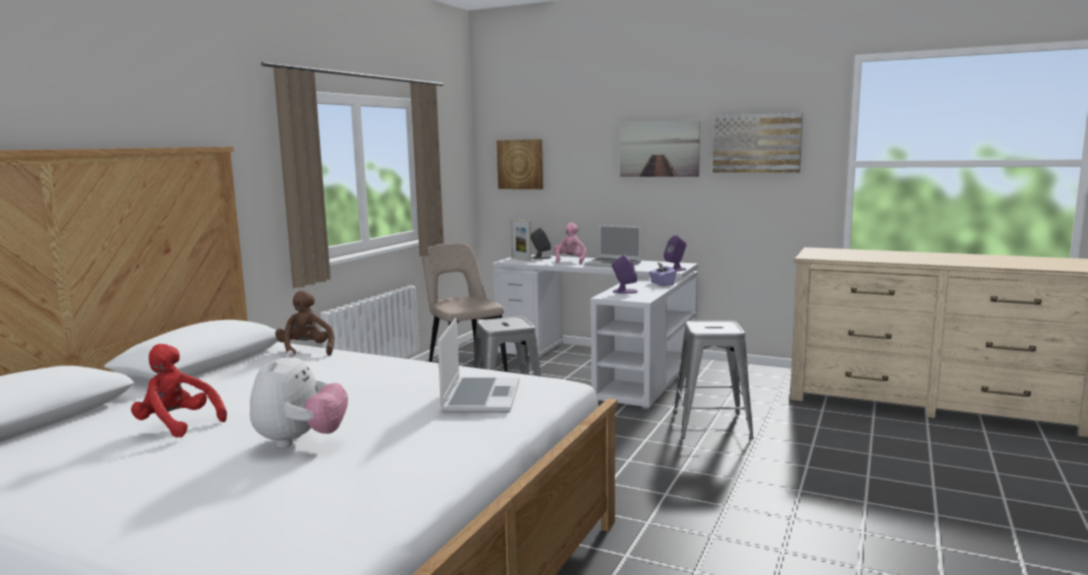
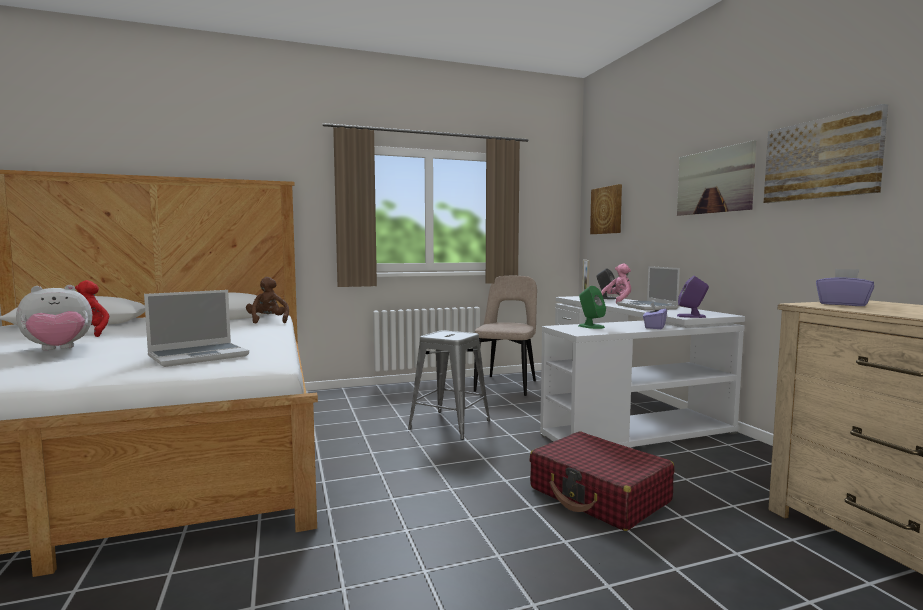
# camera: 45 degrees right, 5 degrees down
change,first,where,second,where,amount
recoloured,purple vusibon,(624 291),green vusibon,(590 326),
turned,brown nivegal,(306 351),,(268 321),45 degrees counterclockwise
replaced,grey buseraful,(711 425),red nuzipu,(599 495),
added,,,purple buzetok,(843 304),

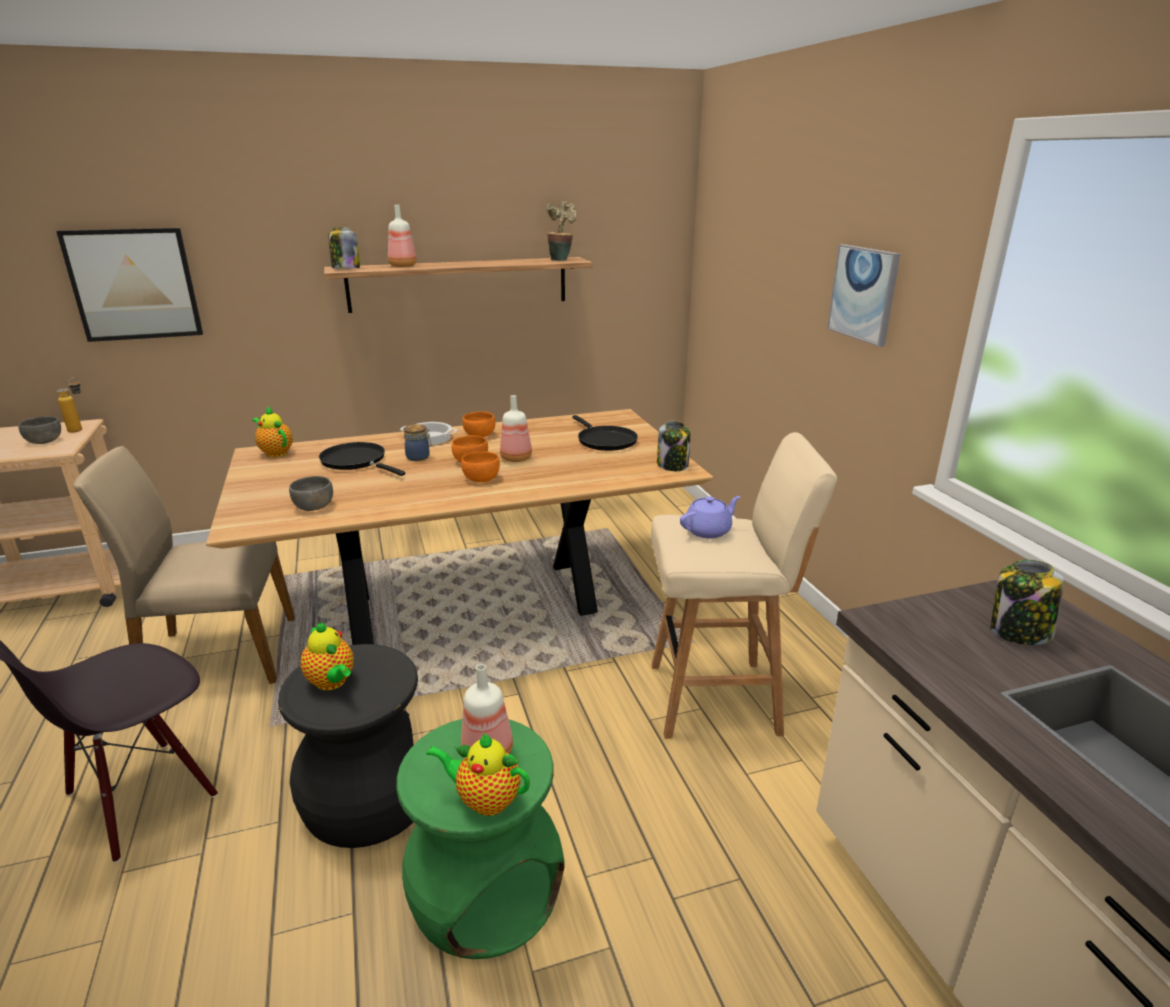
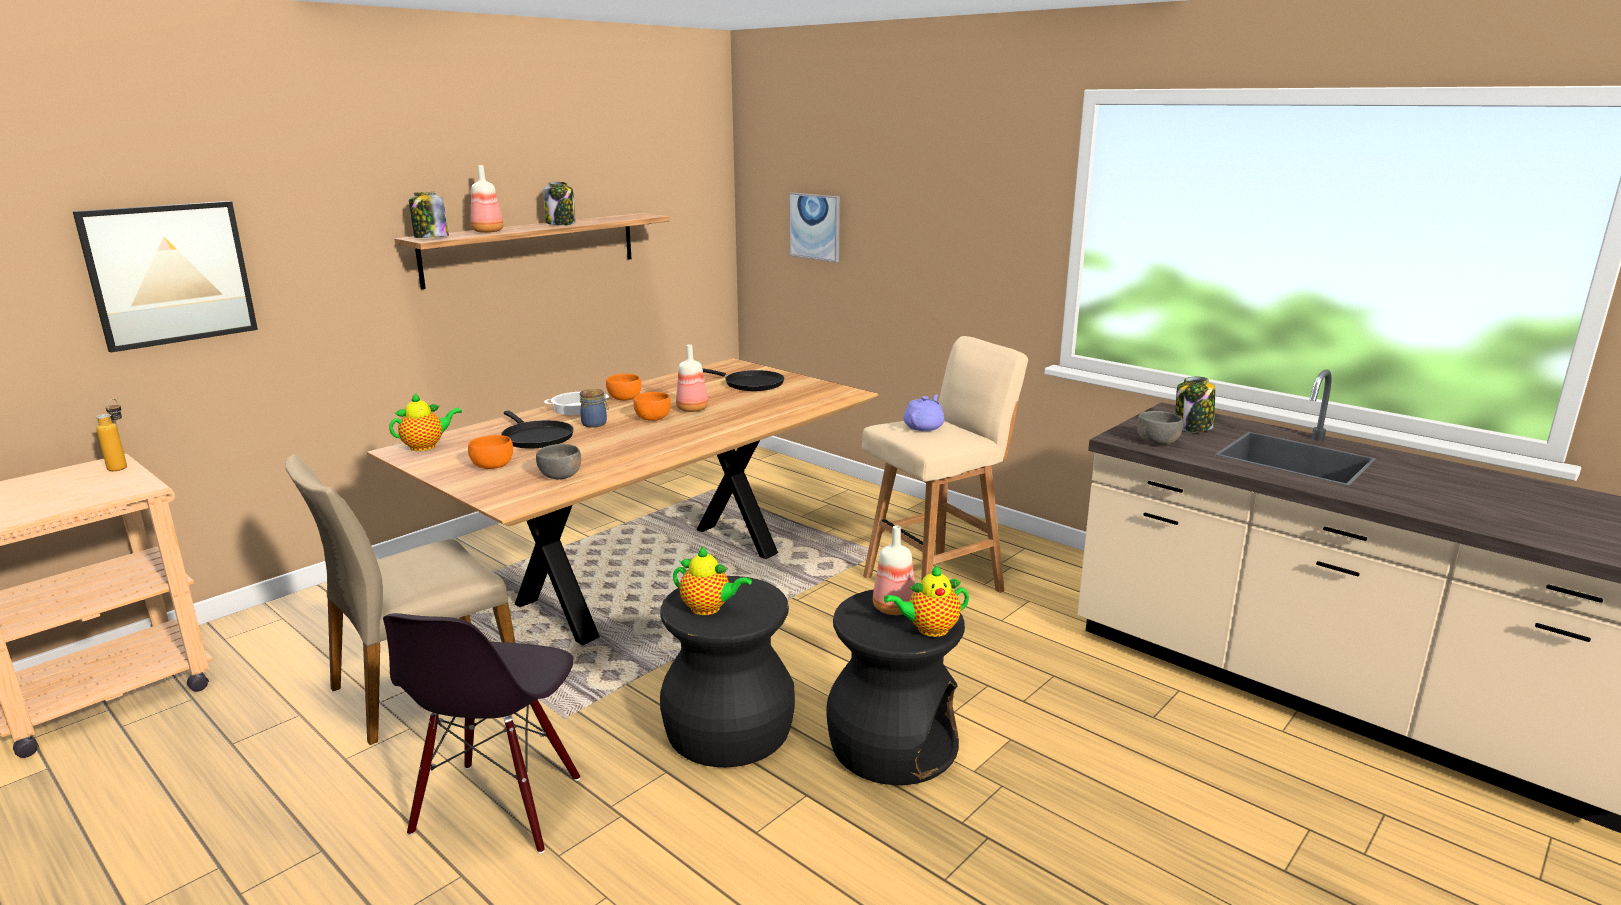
# camera: 30 degrees left, 5 degrees down
change,first,where,second,where,amount
removed,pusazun,(561 259),,,
moved,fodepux,(863 293),,(815 226),
turned,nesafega,(275 452),,(426 446),135 degrees clockwise
moved,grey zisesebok,(44 441),,(1156 441),
moved,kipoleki,(673 465),,(561 223),
turned,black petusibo,(356 461),,(535 437),135 degrees counterclockwise
moved,orange zisesebok,(481 478),,(492 465),
recoloured,green buseraful,(485 890),black buseraful,(892 745),

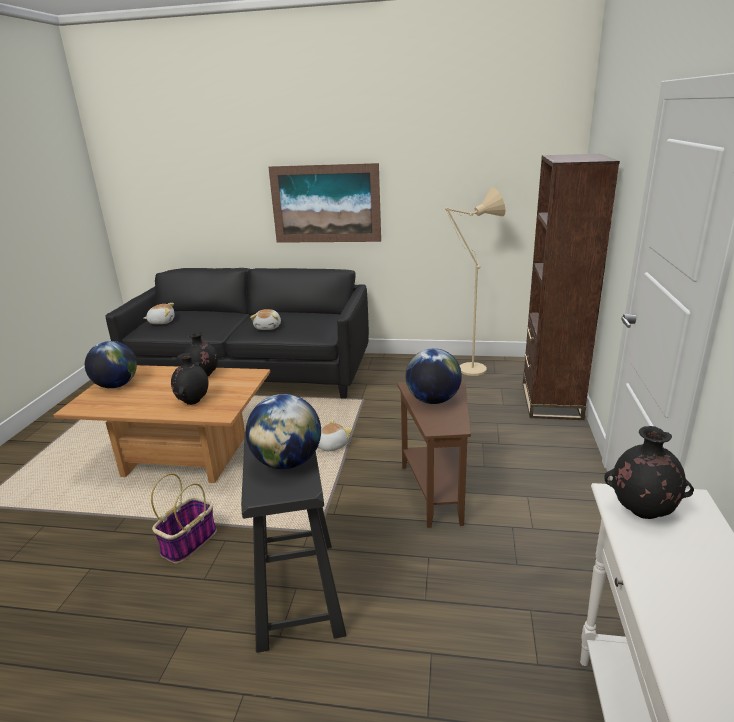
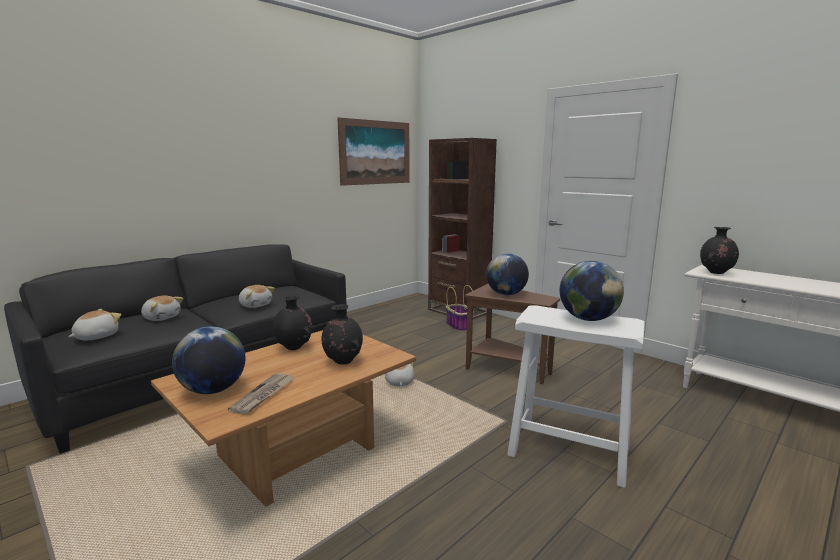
# camera: 55 degrees left, 10 degrees down
change,first,where,second,where,amount
moved,fodepux,(325 204),,(375 152),
removed,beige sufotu,(467 371),,,
recoloured,black buseraful,(297 593),white buseraful,(570 451),
moved,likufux,(189 541),,(458 326),
added,,,nivegal,(162 317),
added,,,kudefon,(263 395),

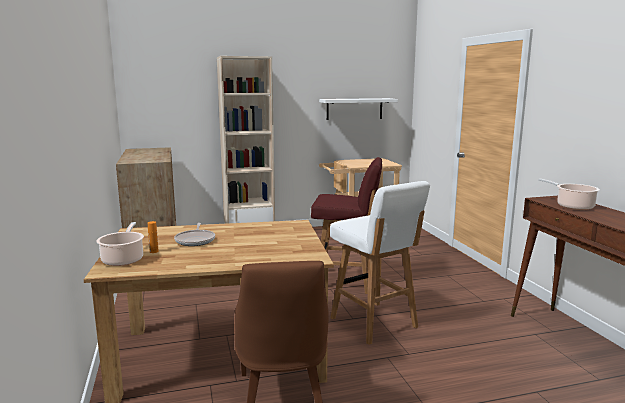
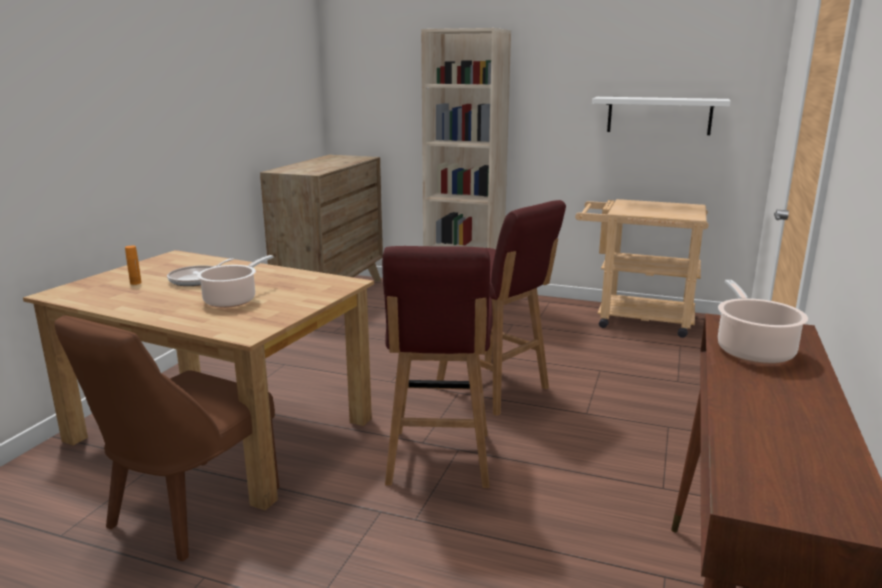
# camera: 35 degrees right, 5 degrees up
change,first,where,second,where,amount
recoloured,white buseraful,(374 323),red buseraful,(438 460),
moved,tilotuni,(123 259),,(233 300),

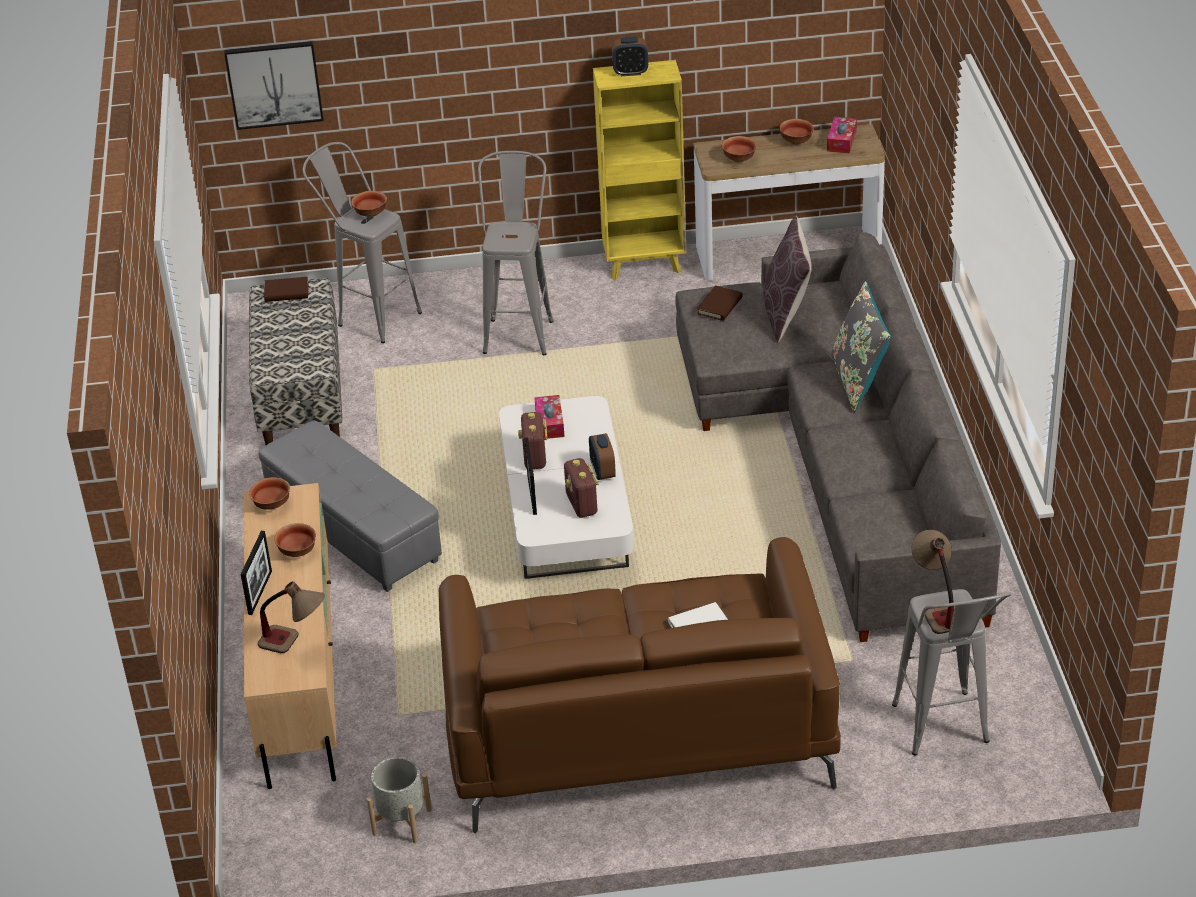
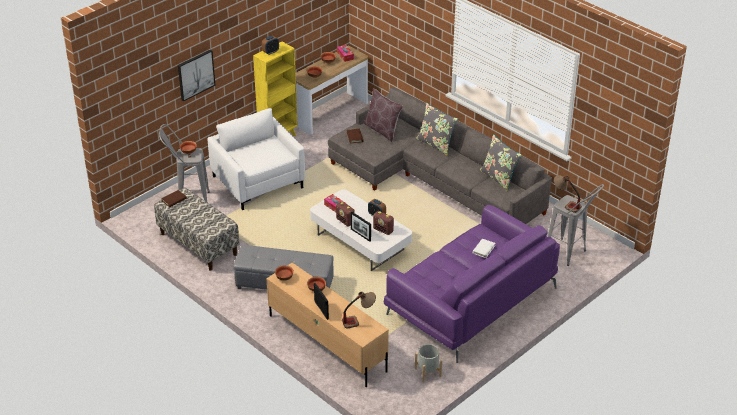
# camera: 40 degrees left, 0 degrees up
change,first,where,second,where,amount
moved,fodepux,(274 84),,(195 74),
replaced,grey buseraful,(520 329),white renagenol,(258 182),
recoloured,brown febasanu,(636 728),purple febasanu,(470 302),
added,,,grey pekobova,(499 178),

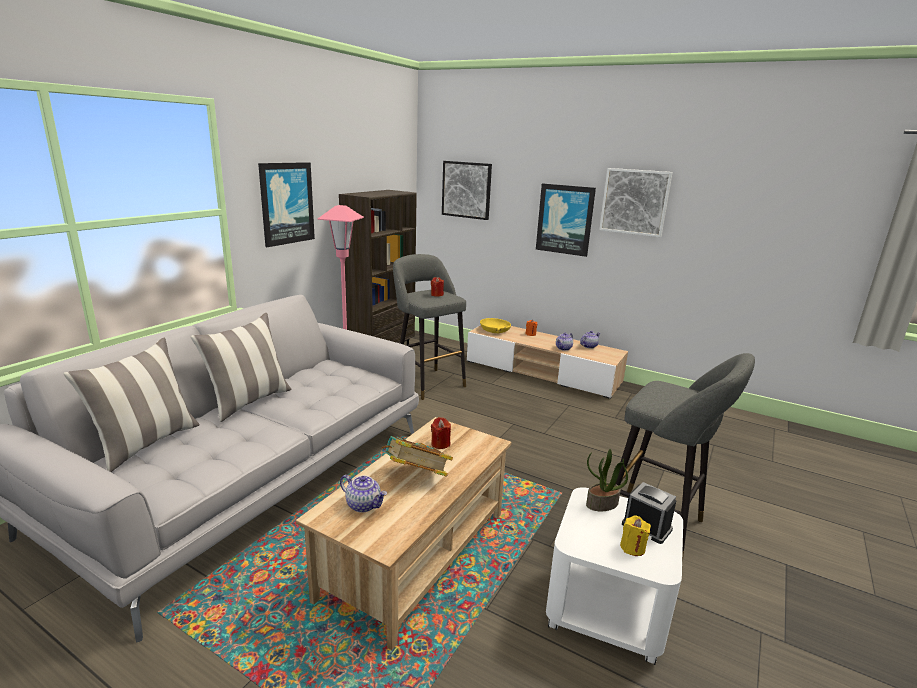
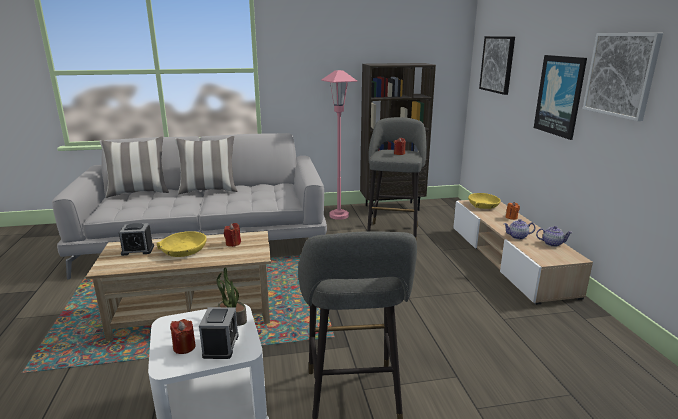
# camera: 50 degrees right, 0 degrees up
change,first,where,second,where,amount
removed,fodepux,(286 203),,,
replaced,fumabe,(415 476),yellow zisesebok,(184 251),
replaced,nesafega,(364 505),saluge,(137 250),
recoloured,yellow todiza,(632 547),red todiza,(184 347),

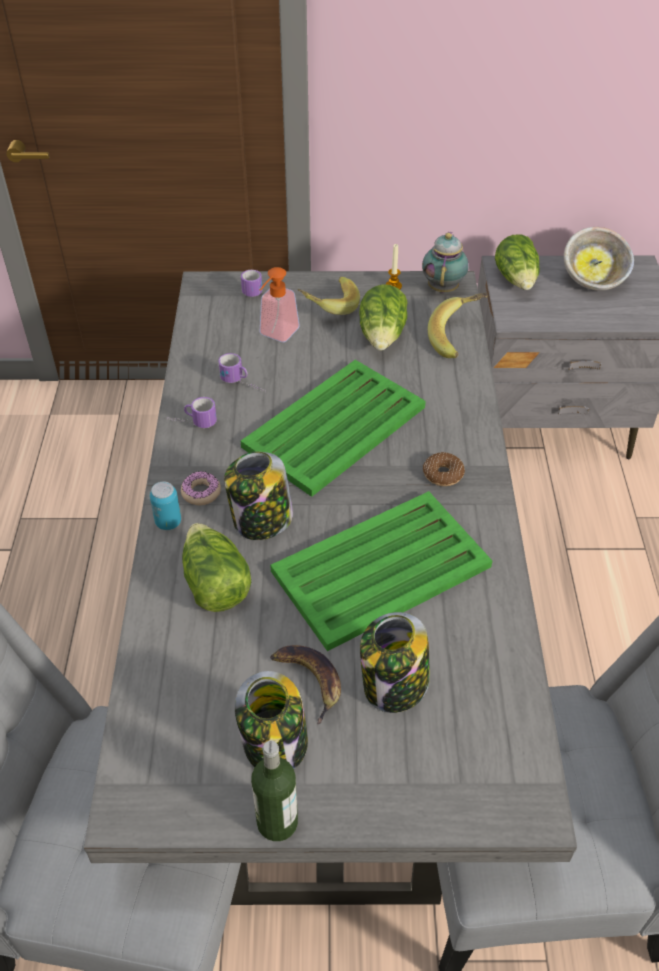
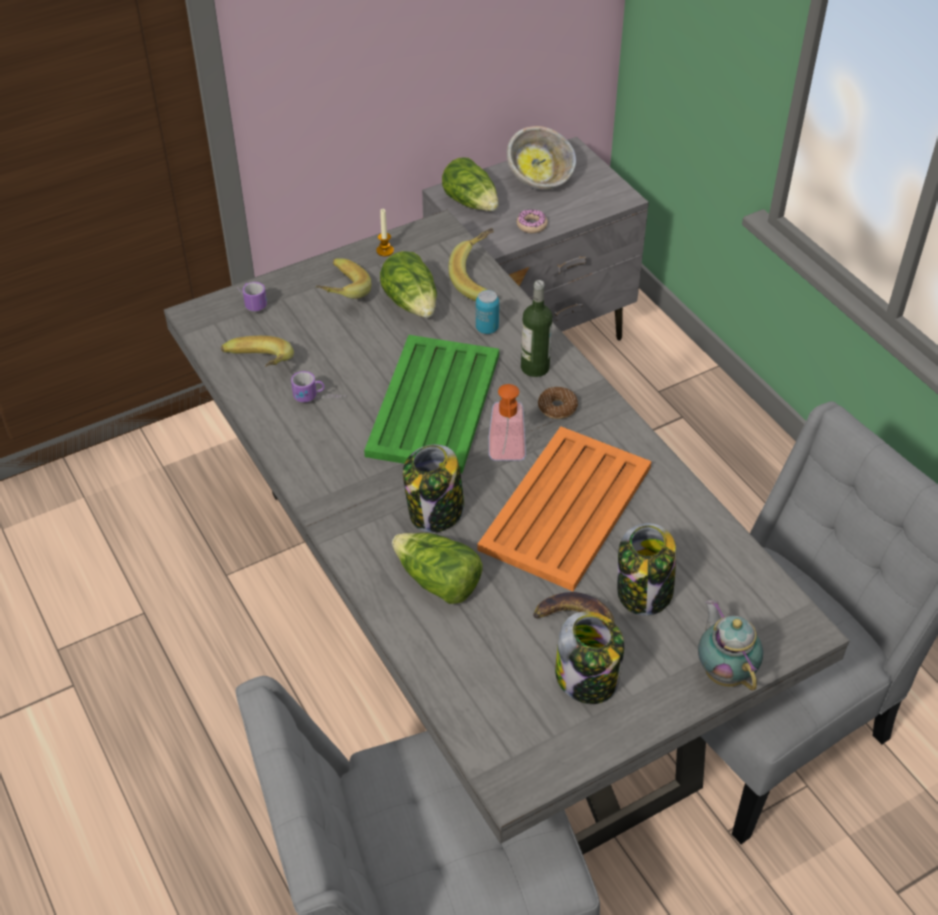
# camera: 30 degrees left, 0 degrees up
change,first,where,second,where,amount
moved,nesafega,(443 287),,(724 671),
moved,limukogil,(275 335),,(507 455),
removed,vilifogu,(192 423),,,
moved,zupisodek,(201 492),,(531 225),
moved,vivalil,(168 522),,(487 328),
recoloured,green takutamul,(379 570),orange takutamul,(564 509),
moved,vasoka,(277 822),,(535 367),
added,,,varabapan,(258 369),

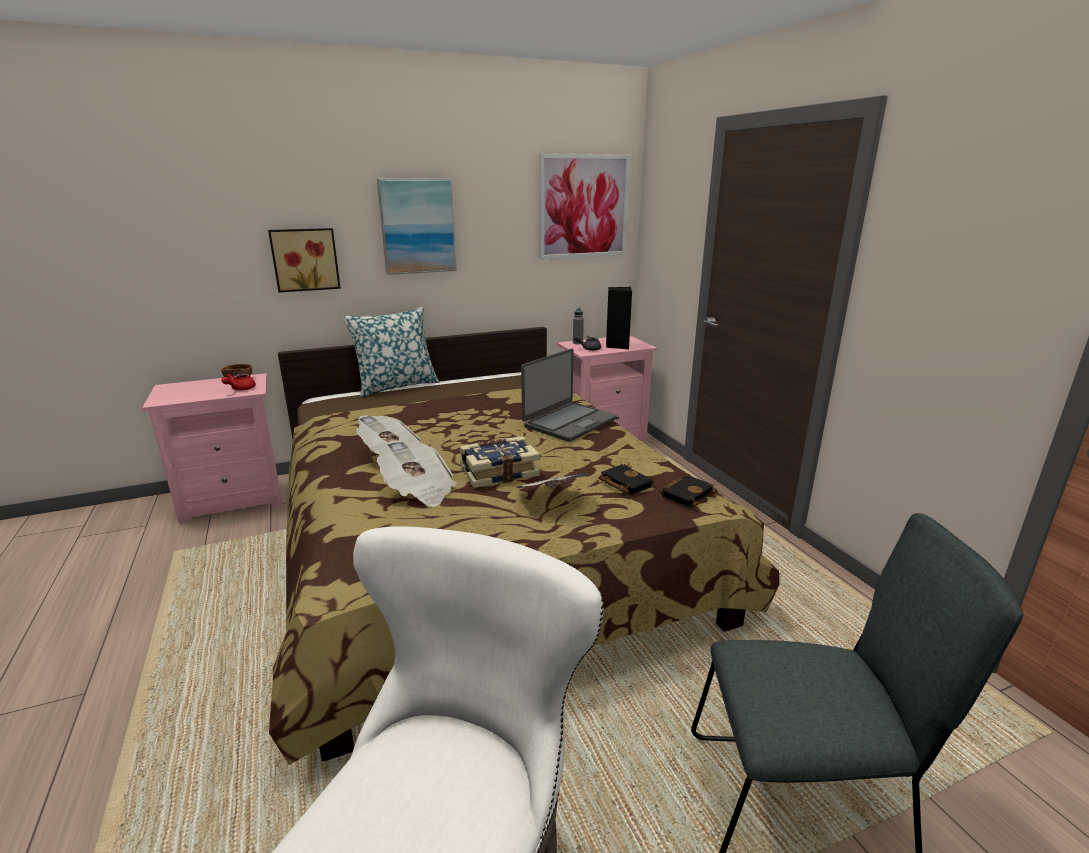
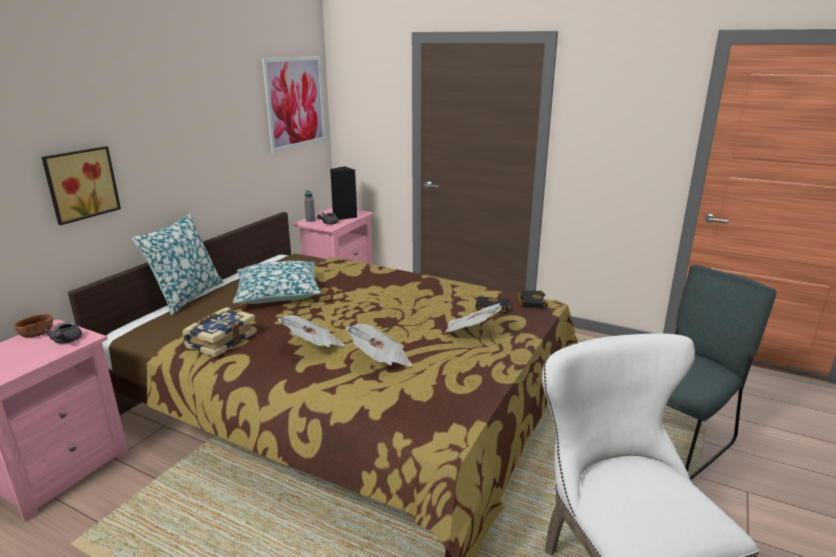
# camera: 40 degrees left, 0 degrees up
change,first,where,second,where,amount
removed,fodepux,(418 226),,,
removed,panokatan,(569 422),,,
recoloured,red nesafega,(240 389),grey nesafega,(66 341),
moved,fumabe,(498 472),,(220 340),
added,,,pekobova,(278 293),

